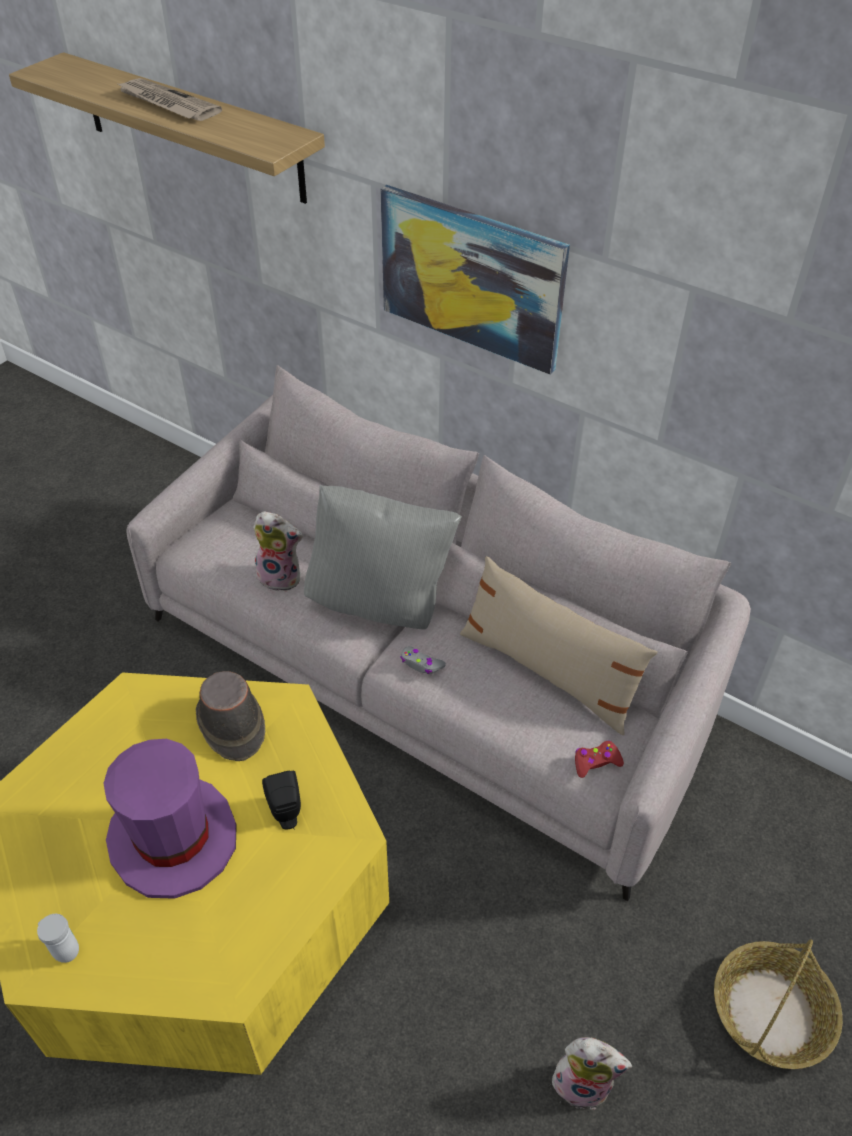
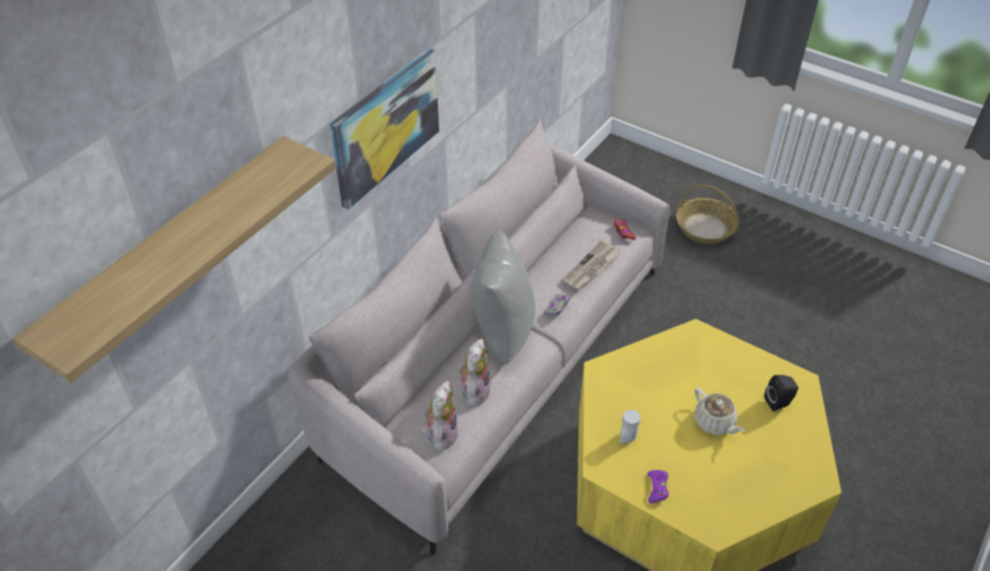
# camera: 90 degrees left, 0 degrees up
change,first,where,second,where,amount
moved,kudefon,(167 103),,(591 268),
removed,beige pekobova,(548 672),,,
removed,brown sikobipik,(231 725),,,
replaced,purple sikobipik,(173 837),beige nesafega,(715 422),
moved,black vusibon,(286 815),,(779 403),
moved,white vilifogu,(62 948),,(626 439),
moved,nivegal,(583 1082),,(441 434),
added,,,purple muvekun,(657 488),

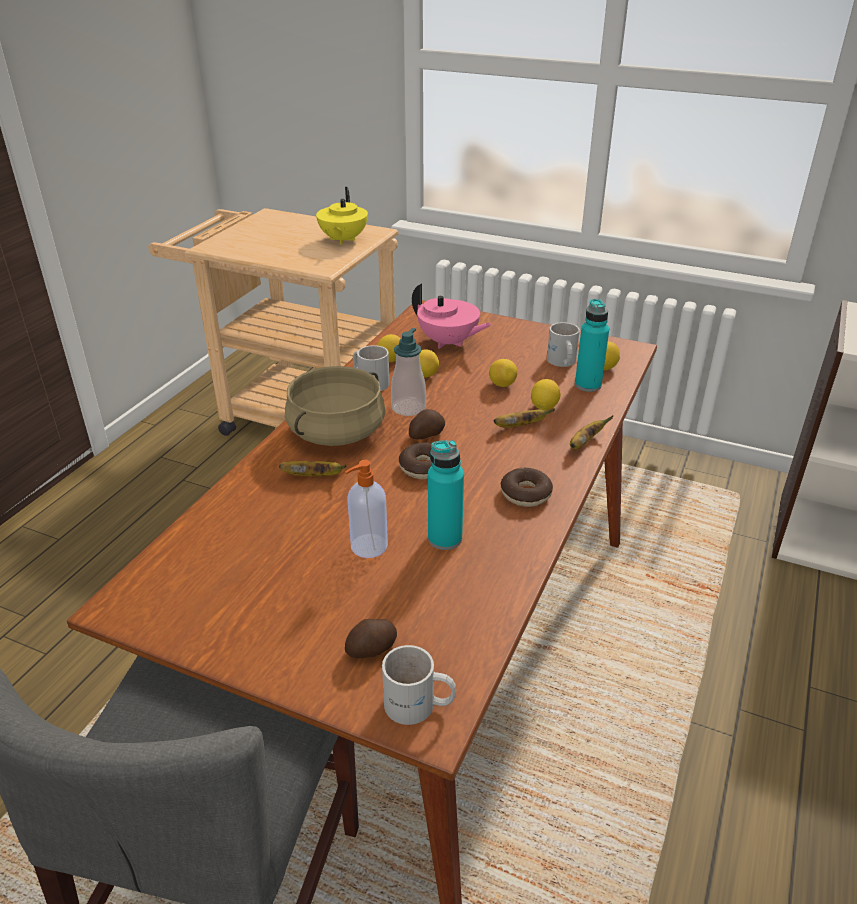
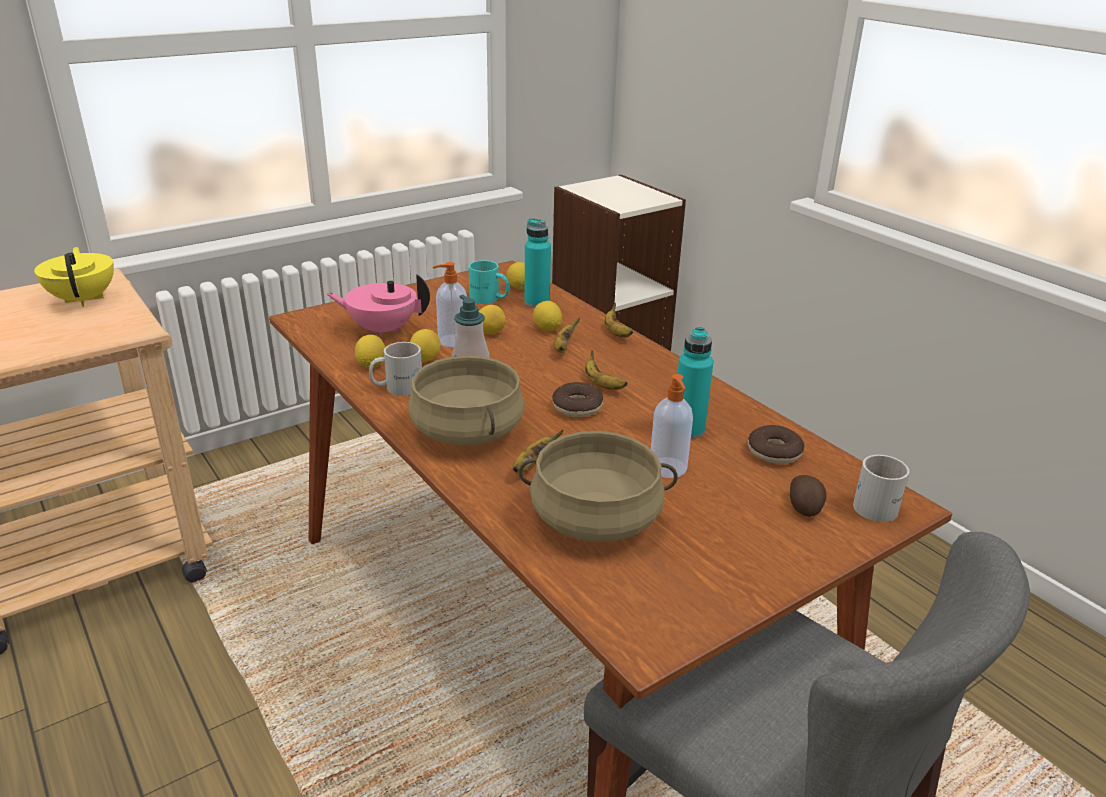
# camera: 60 degrees left, 5 degrees down
change,first,where,second,where,amount
turned,yellow nesafega,(342 240),,(84 299),150 degrees counterclockwise
turned,pink nesafega,(448 342),,(382 329),150 degrees counterclockwise
recoloured,white vilifogu,(561 362),turquoise vilifogu,(489 299),
removed,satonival,(426 434),,,
moved,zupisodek,(525 494),,(774 452),
added,,,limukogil,(451 341),
added,,,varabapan,(602 385),
added,,,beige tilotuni,(596 518),

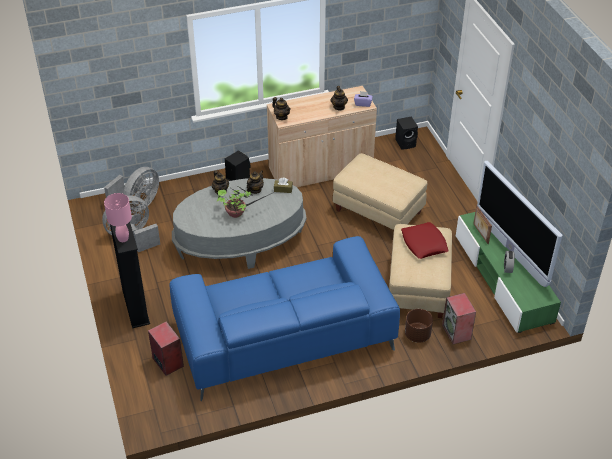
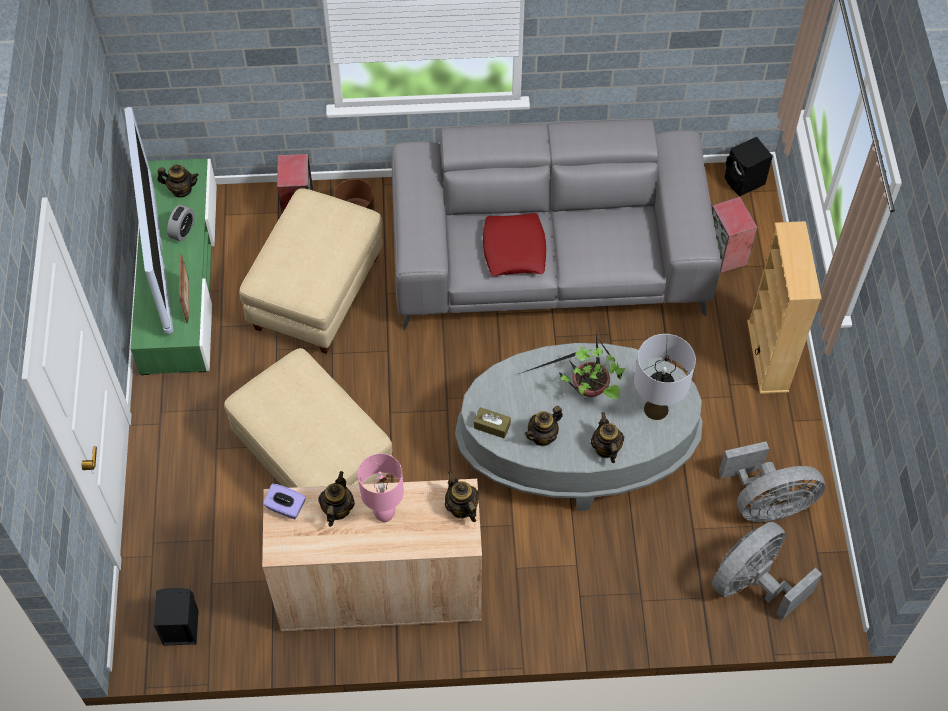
# camera: 165 degrees left, 15 degrees up
change,first,where,second,where,amount
moved,black vusibon,(237 178),,(744 182),
moved,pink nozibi,(123 239),,(384 513),
recoloured,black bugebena,(135 307),beige bugebena,(768 356),
moved,red pekobova,(424 243),,(514 249),
recoloured,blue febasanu,(283 336),grey febasanu,(549 257),
added,,,nesafega,(181 190),
added,,,grey nozibi,(656 409),

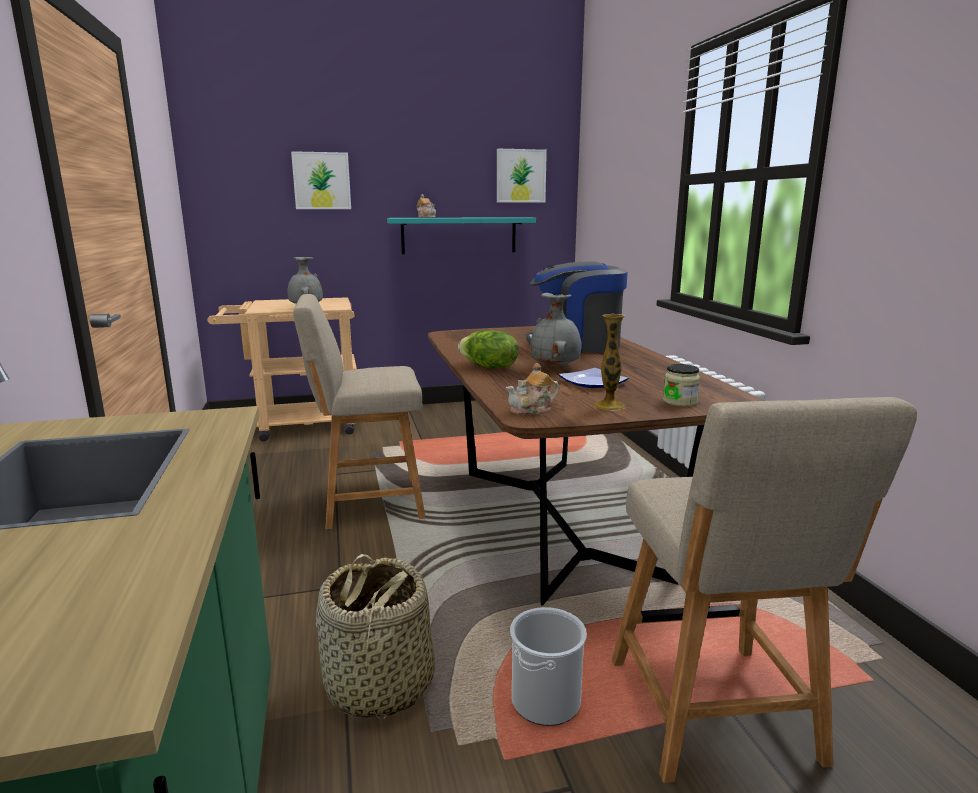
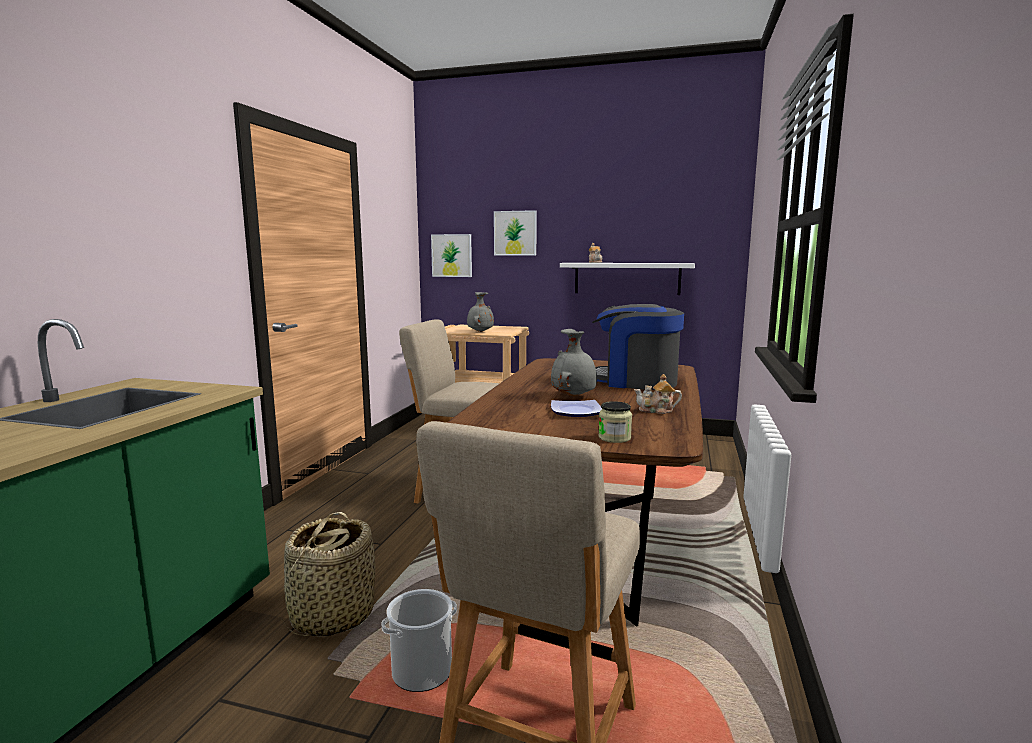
# camera: 30 degrees right, 5 degrees down
change,first,where,second,where,amount
moved,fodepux,(521 176),,(451 255),
recoloured,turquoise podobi,(459 235),white podobi,(627 278),
removed,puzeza,(609 406),,,
removed,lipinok,(488 367),,,
moved,nesafega,(532 410),,(657 410),

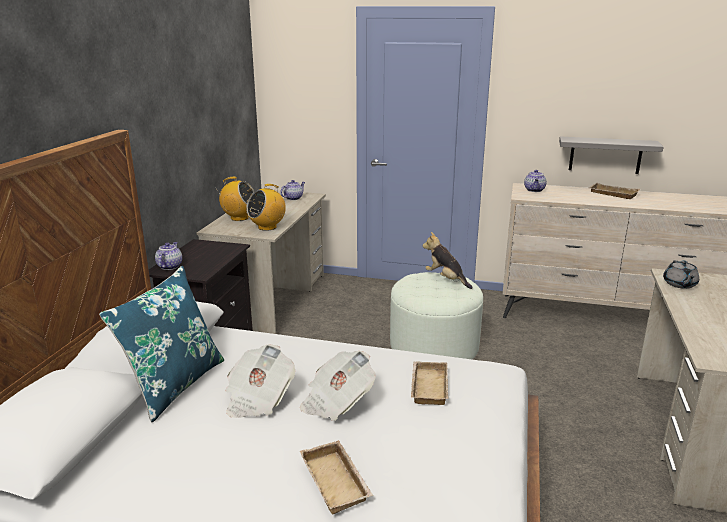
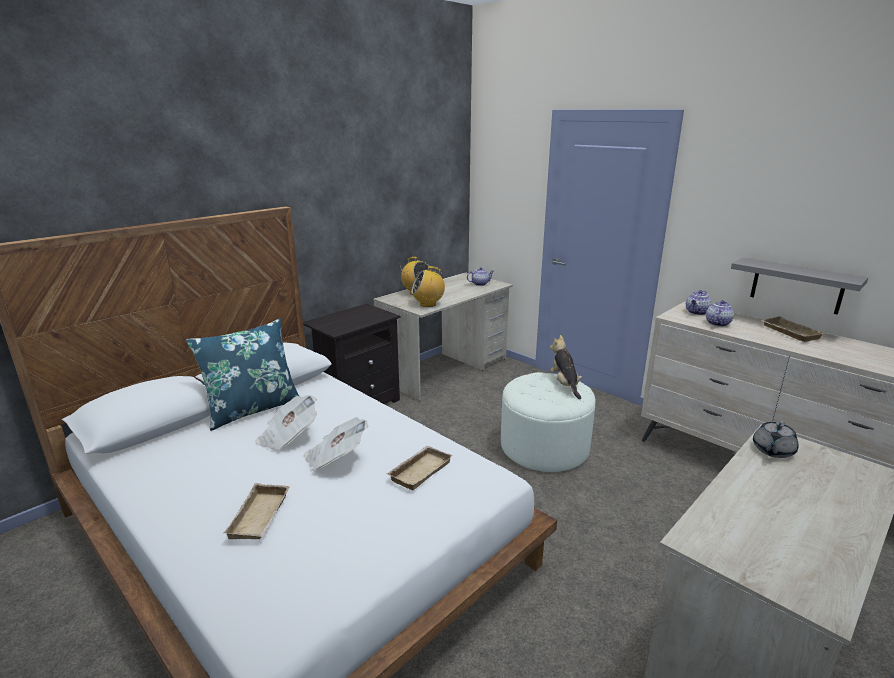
# camera: 30 degrees right, 0 degrees up
change,first,where,second,where,amount
moved,nesafega,(169 266),,(717 323),

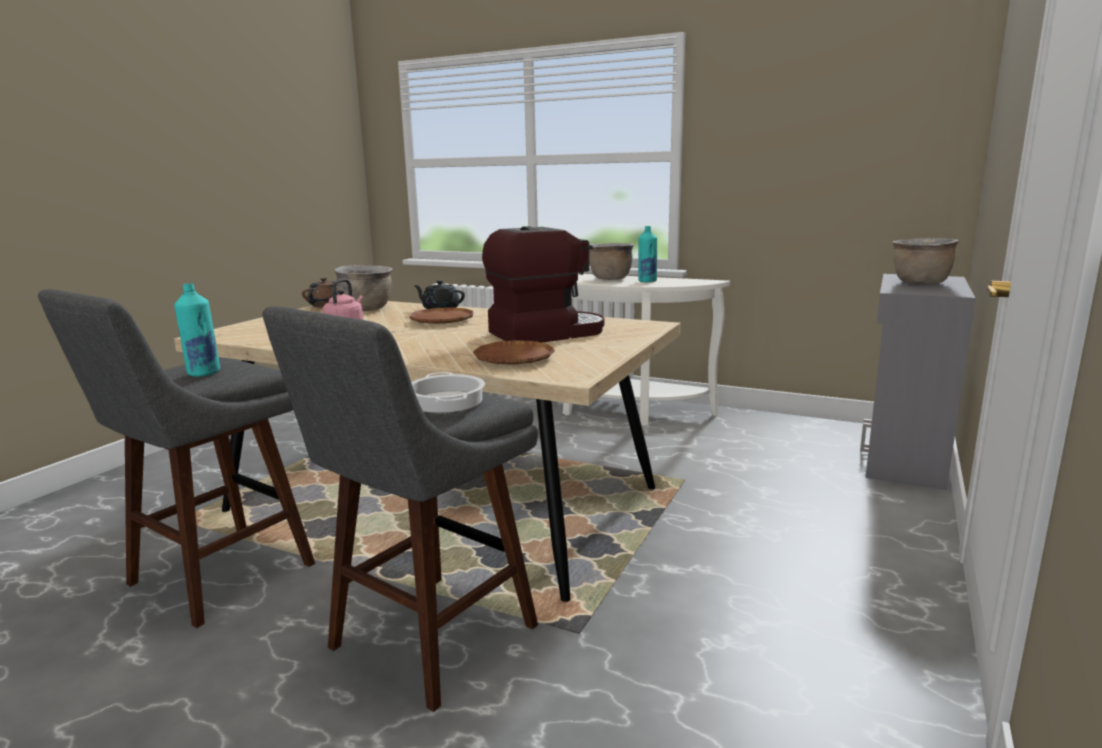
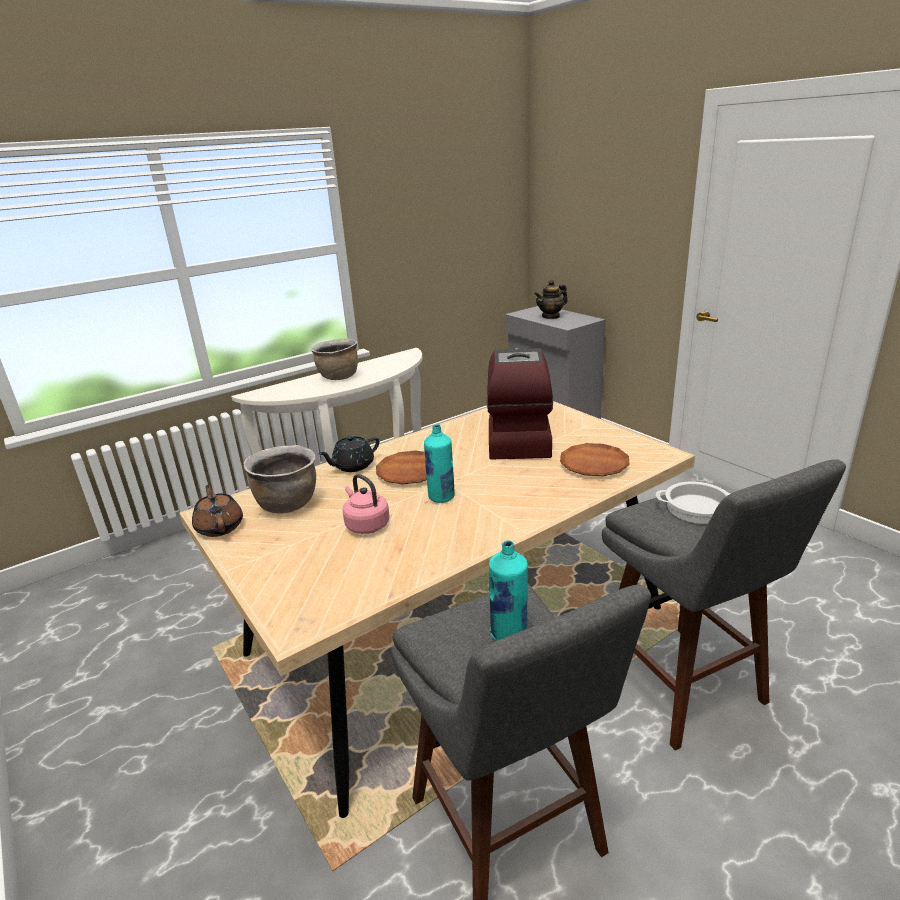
# camera: 60 degrees left, 10 degrees up
change,first,where,second,where,amount
moved,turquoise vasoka,(647 281),,(441 497),
replaced,brown tilotuni,(920 283),nesafega,(551 316),

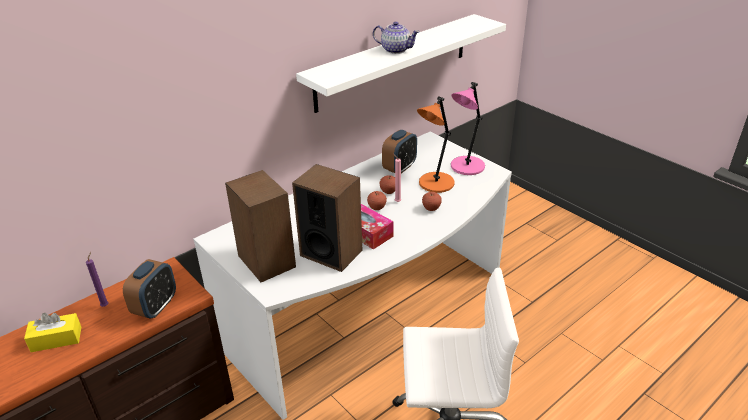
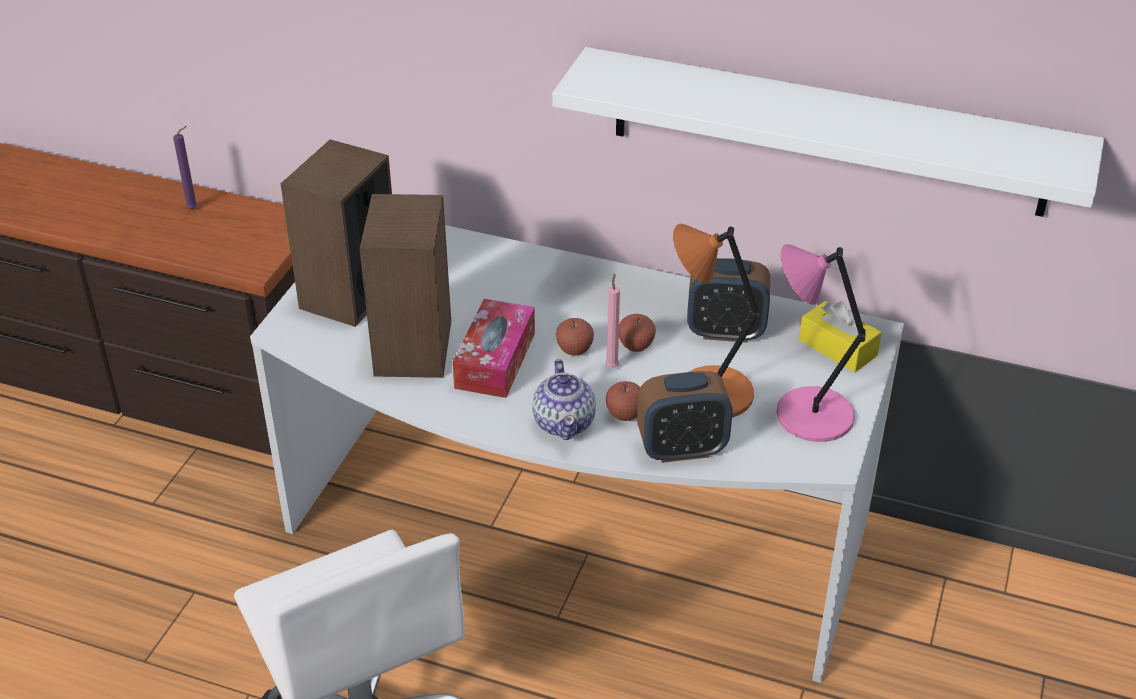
# camera: 60 degrees right, 5 degrees up
change,first,where,second,where,amount
moved,nesafega,(395 50),,(564 422),
moved,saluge,(155 307),,(682 449),
moved,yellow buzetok,(56 339),,(837 348),

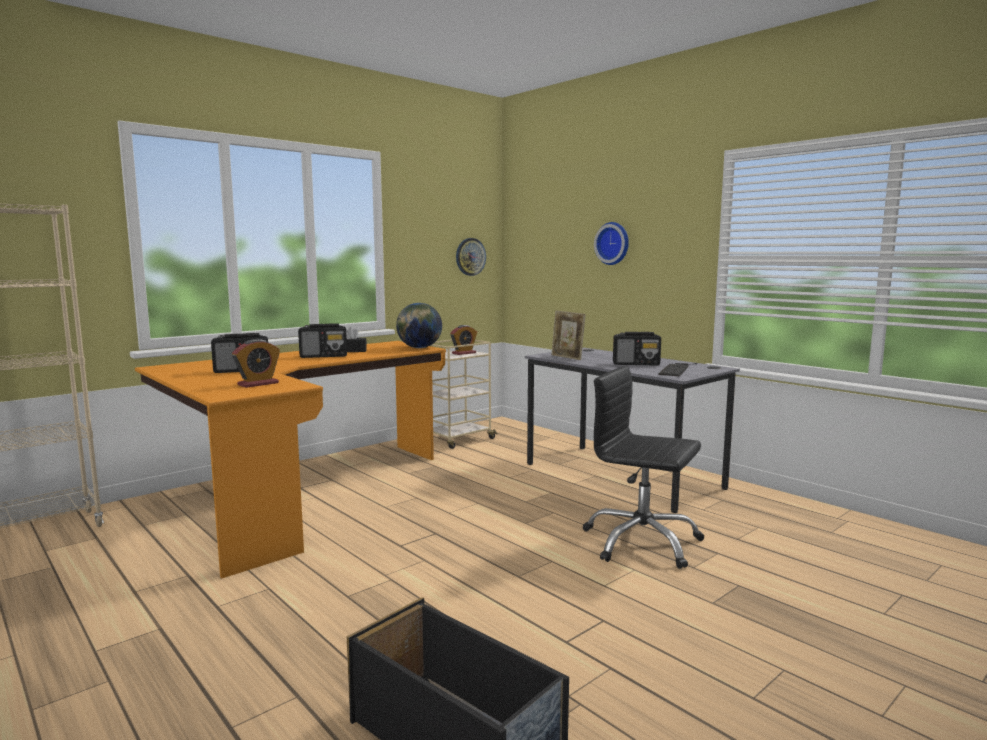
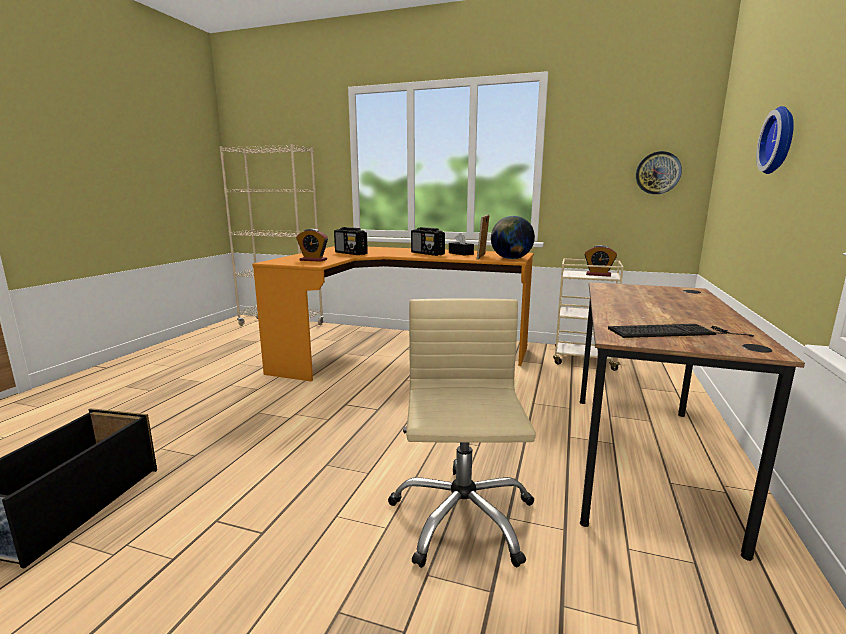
# camera: 60 degrees right, 5 degrees up
change,first,where,second,where,amount
moved,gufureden,(567 357),,(482 257),
removed,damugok,(636 364),,,
recoloured,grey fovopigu,(622 475),brown fovopigu,(642 459),
recoloured,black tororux,(641 542),beige tororux,(461 517),

